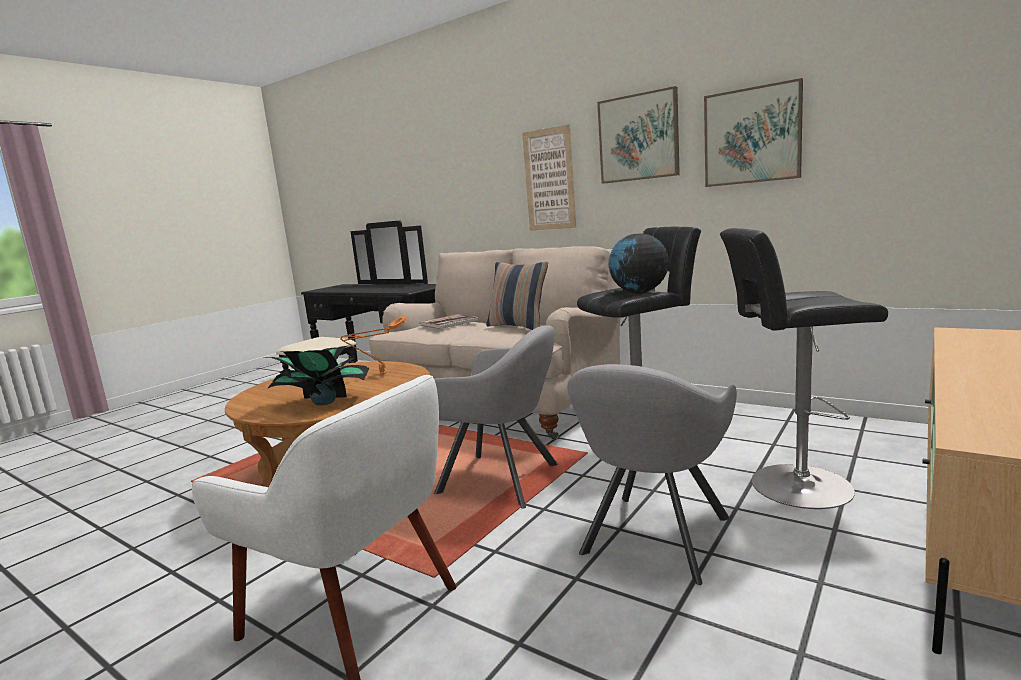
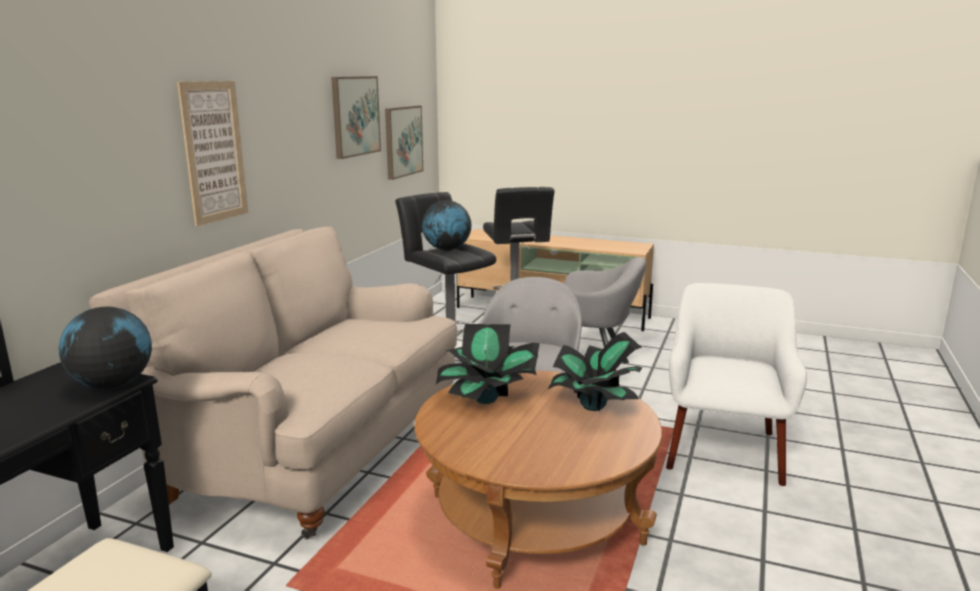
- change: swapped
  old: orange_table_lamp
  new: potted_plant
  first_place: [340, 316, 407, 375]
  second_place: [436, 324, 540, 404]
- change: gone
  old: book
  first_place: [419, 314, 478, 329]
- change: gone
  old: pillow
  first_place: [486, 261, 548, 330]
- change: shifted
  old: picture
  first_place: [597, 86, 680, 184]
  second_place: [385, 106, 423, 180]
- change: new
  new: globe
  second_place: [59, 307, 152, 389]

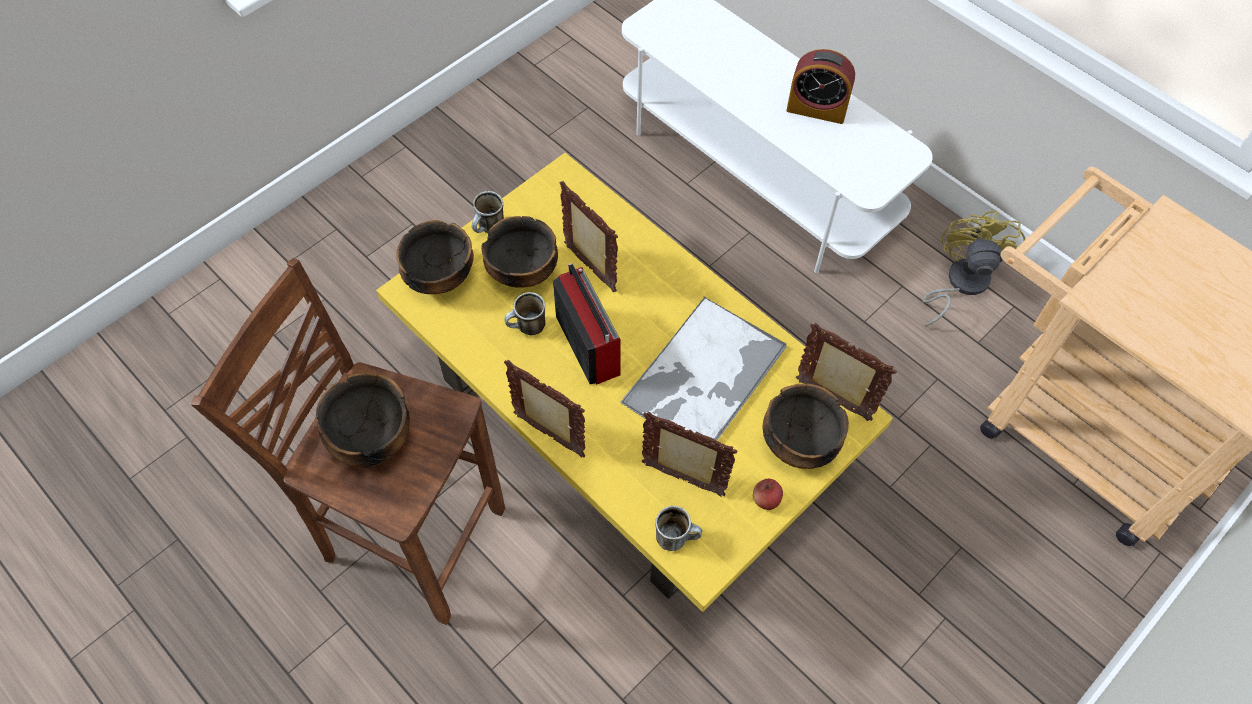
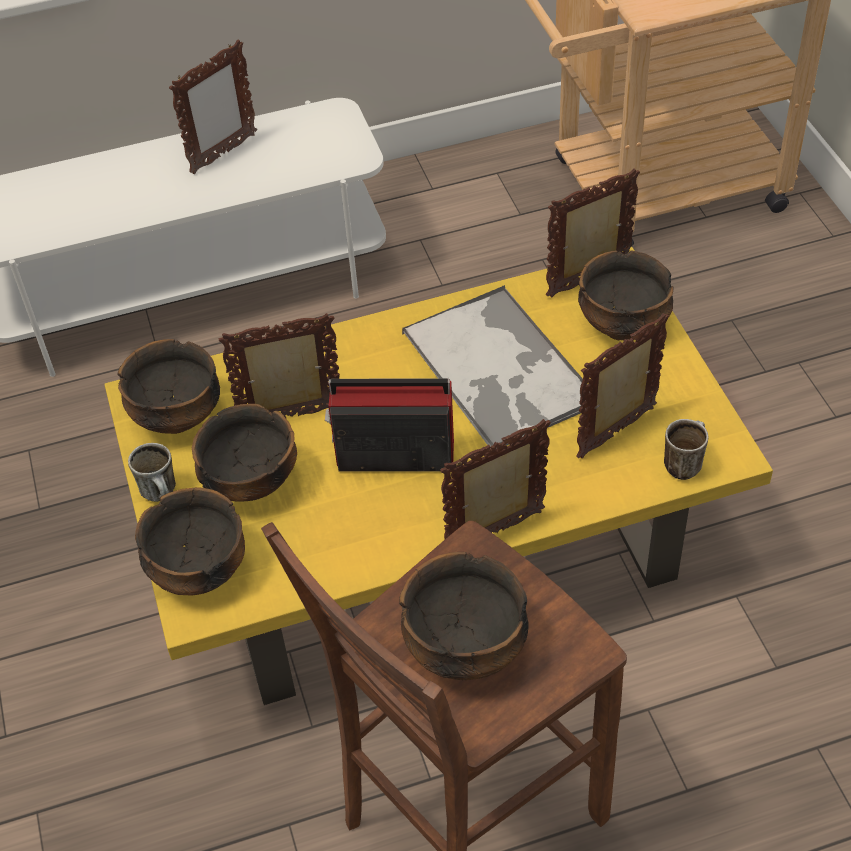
- change: gone
  old: mug
  first_place: [504, 292, 546, 336]
- change: gone
  old: apple
  first_place: [753, 479, 783, 510]
- change: swapped
  old: alarm_clock
  new: picture_frame
  first_place: [787, 49, 855, 124]
  second_place: [169, 40, 257, 174]
- change: gone
  old: yellow_fan
  first_place: [922, 211, 1025, 327]
- change: new
  new: bowl
  second_place: [117, 339, 220, 434]

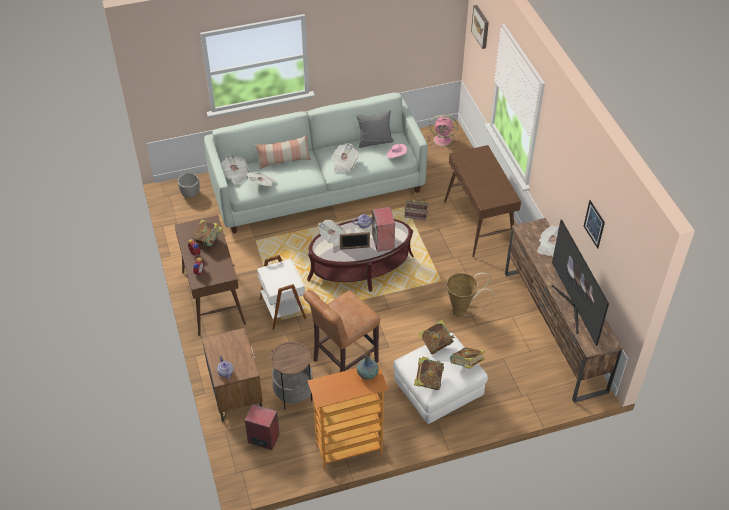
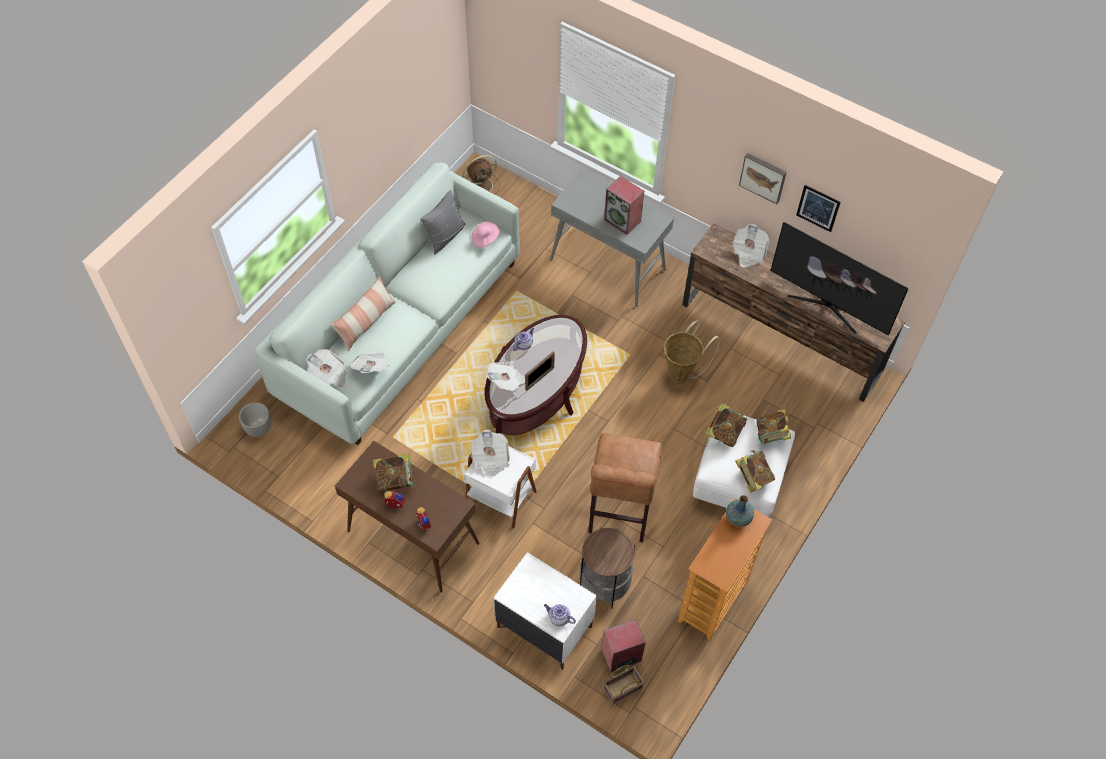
- change: repainted
  old: brown_nightstand
  new: white_nightstand
  first_place: [202, 328, 263, 422]
  second_place: [493, 552, 597, 670]
- change: shifted
  old: newspaper
  first_place: [332, 143, 359, 172]
  second_place: [471, 430, 510, 478]
- change: shifted
  old: speaker
  first_place: [372, 207, 395, 252]
  second_place: [604, 176, 644, 235]
- change: shifted
  old: basket
  first_place: [405, 193, 429, 220]
  second_place: [604, 665, 644, 704]
- change: repainted
  old: pink_fan
  new: brown_fan
  first_place: [429, 115, 458, 149]
  second_place: [462, 155, 499, 194]
- change: repainted
  old: brown_console_table
  new: grey_console_table
  first_place: [444, 145, 521, 257]
  second_place: [550, 171, 674, 307]
- change: shifted
  old: picture
  first_place: [471, 5, 489, 49]
  second_place: [739, 153, 787, 204]

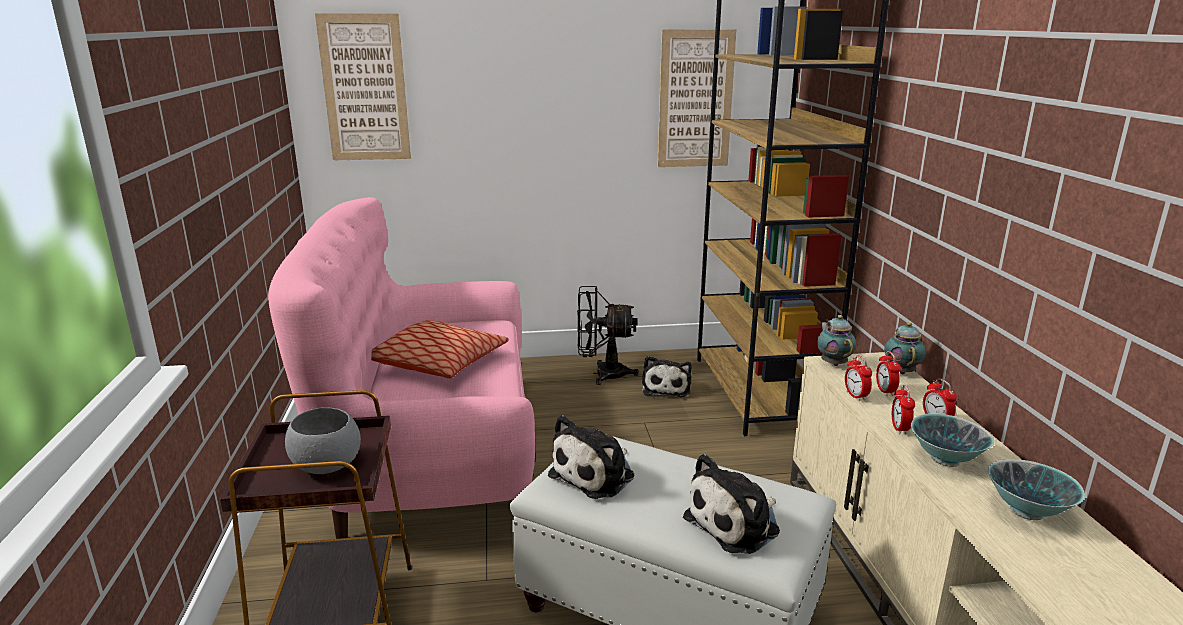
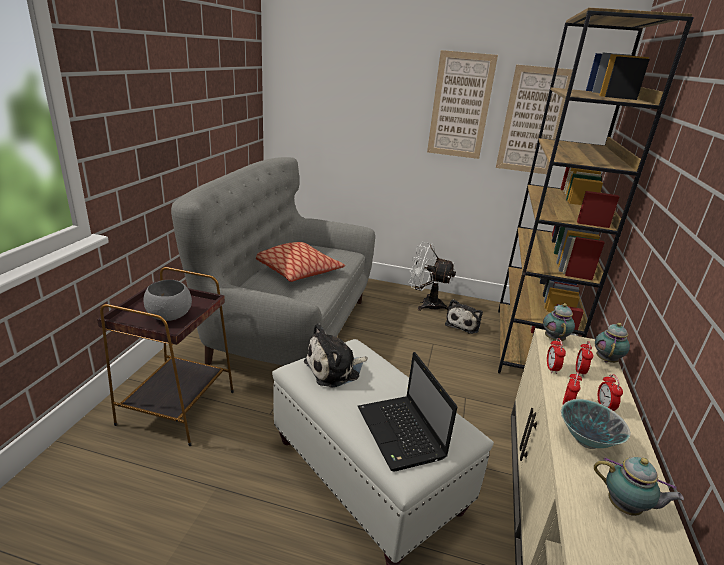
- change: repainted
  old: pink_sofa
  new: grey_sofa
  first_place: [268, 197, 535, 539]
  second_place: [171, 157, 375, 366]
- change: shifted
  old: picture
  first_place: [315, 13, 411, 160]
  second_place: [427, 50, 498, 159]
- change: repainted
  old: black_fan
  new: white_fan
  first_place: [577, 286, 639, 385]
  second_place: [409, 242, 456, 311]
- change: swapped
  old: plush_toy
  new: laptop
  first_place: [683, 454, 780, 554]
  second_place: [358, 352, 457, 472]
- change: swapped
  old: bowl
  new: teapot
  first_place: [988, 459, 1085, 520]
  second_place: [594, 457, 684, 516]

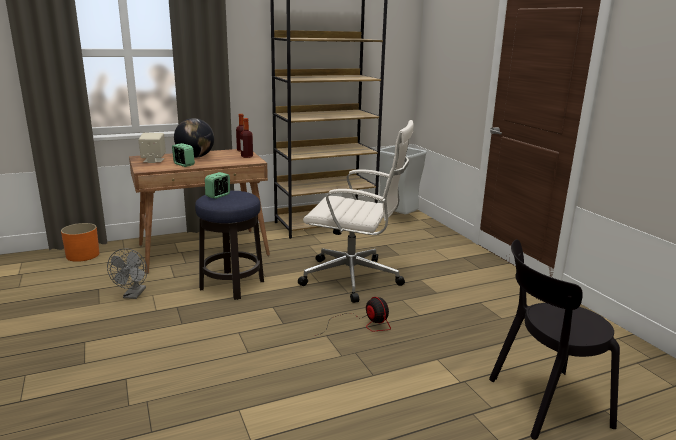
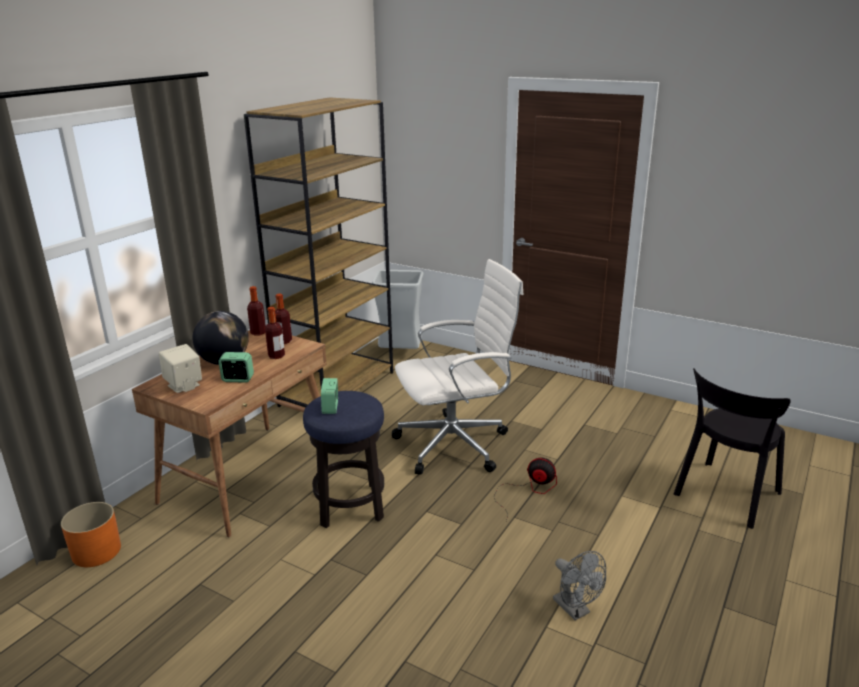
- change: shifted
  old: grey_fan
  first_place: [107, 248, 148, 299]
  second_place: [553, 551, 606, 620]
- change: new
  new: bottle
  second_place: [265, 307, 285, 359]

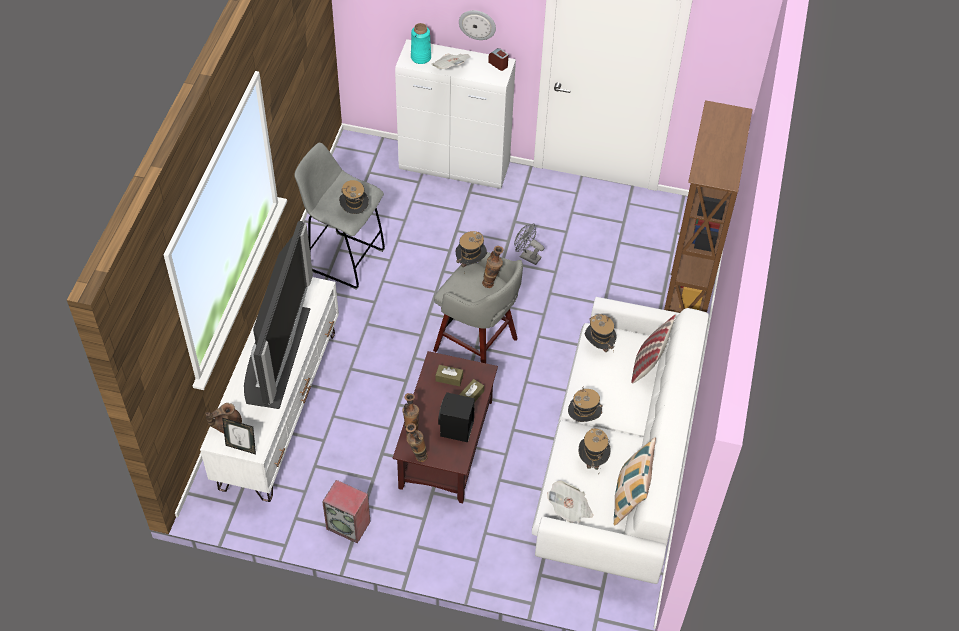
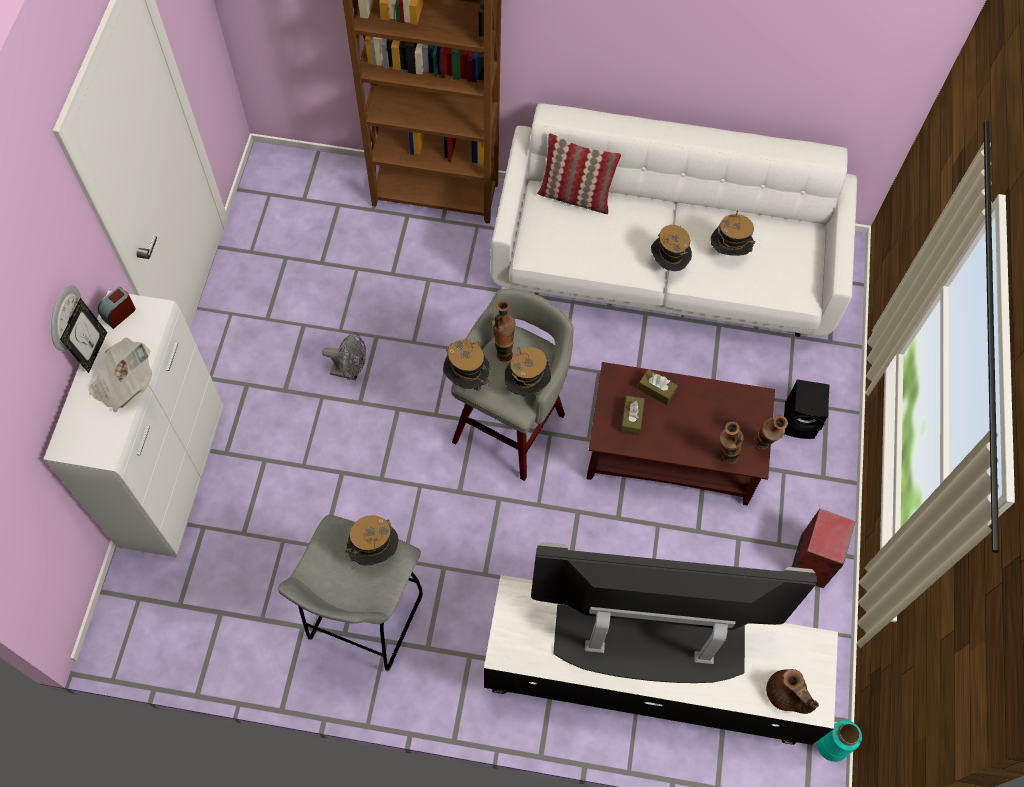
- change: shifted
  old: picture_frame
  first_place: [222, 418, 256, 454]
  second_place: [60, 298, 107, 373]
- change: shifted
  old: turquoise_vase
  first_place: [411, 23, 431, 64]
  second_place: [817, 720, 862, 762]
- change: shifted
  old: black_speaker
  first_place: [438, 392, 475, 442]
  second_place: [784, 380, 830, 439]
- change: rotated
  old: grey_fan
  first_place: [514, 223, 544, 265]
  second_place: [322, 332, 366, 381]
  degrees: -105
- change: gone
  old: newspaper
  first_place: [547, 481, 593, 523]
- change: shifted
  old: hat
  first_place: [585, 314, 617, 352]
  second_place: [505, 347, 551, 396]
- change: gone
  old: pillow
  first_place: [614, 437, 656, 525]

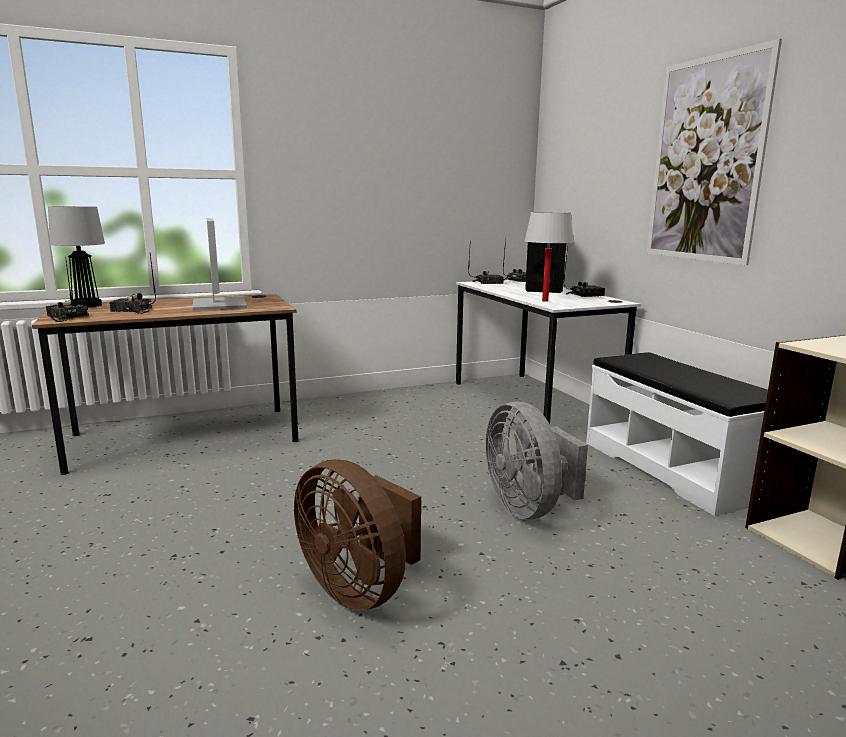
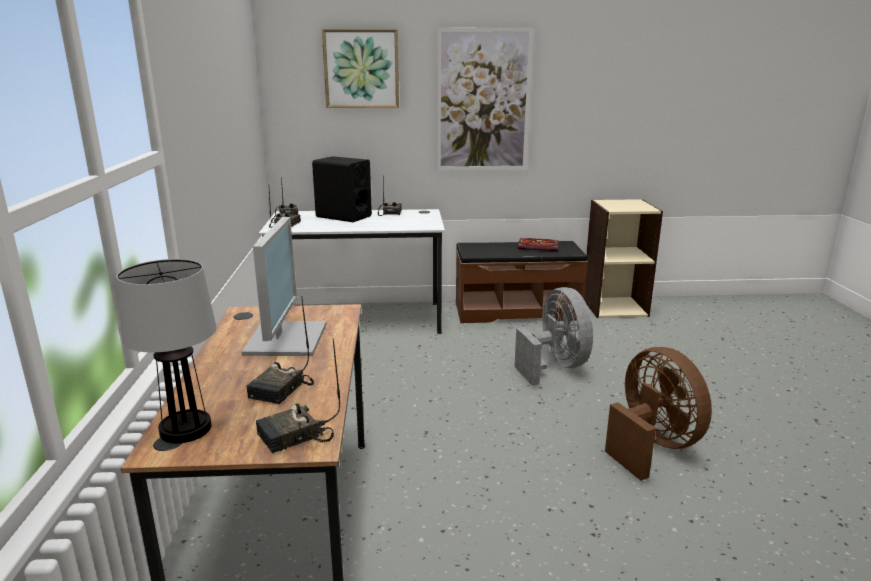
- change: rotated
  old: monitor
  first_place: [193, 218, 247, 311]
  second_place: [241, 217, 327, 356]
  degrees: 90
- change: rotated
  old: brown_fan
  first_place: [294, 459, 421, 611]
  second_place: [605, 347, 712, 481]
  degrees: -90
- change: rotated
  old: grey_fan
  first_place: [485, 401, 588, 519]
  second_place: [514, 287, 593, 386]
  degrees: -105
- change: gone
  old: white_table_lamp
  first_place: [525, 212, 574, 302]
- change: repainted
  old: white_bench
  new: brown_bench
  first_place: [586, 352, 768, 516]
  second_place: [456, 241, 588, 323]
- change: new
  new: picture
  second_place: [322, 29, 399, 108]
- change: new
  new: book
  second_place: [518, 238, 559, 251]

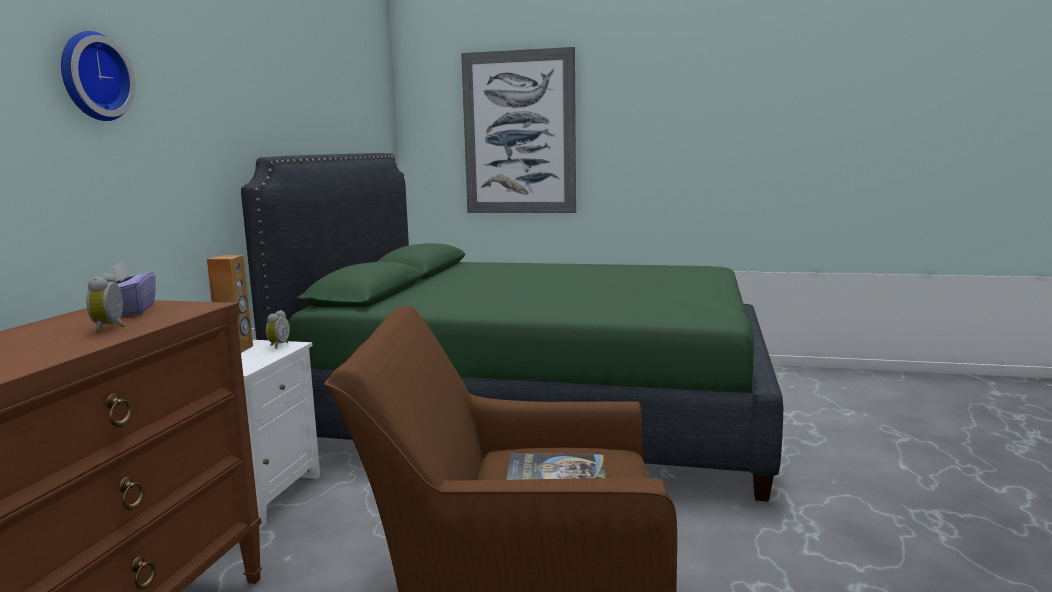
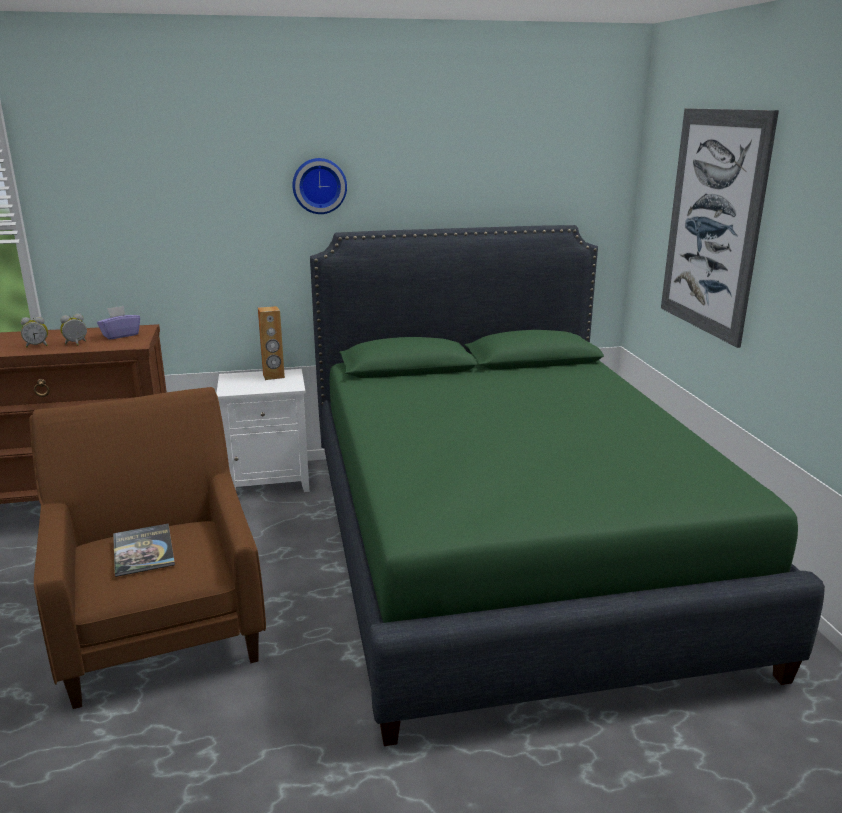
- change: shifted
  old: wall_clock
  first_place: [61, 31, 136, 121]
  second_place: [293, 158, 347, 214]
- change: shifted
  old: alarm_clock
  first_place: [266, 310, 290, 349]
  second_place: [21, 316, 48, 348]

